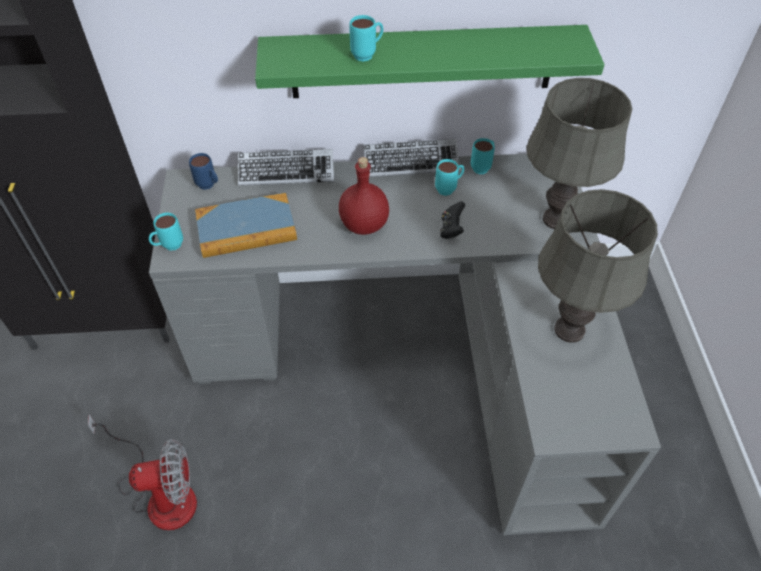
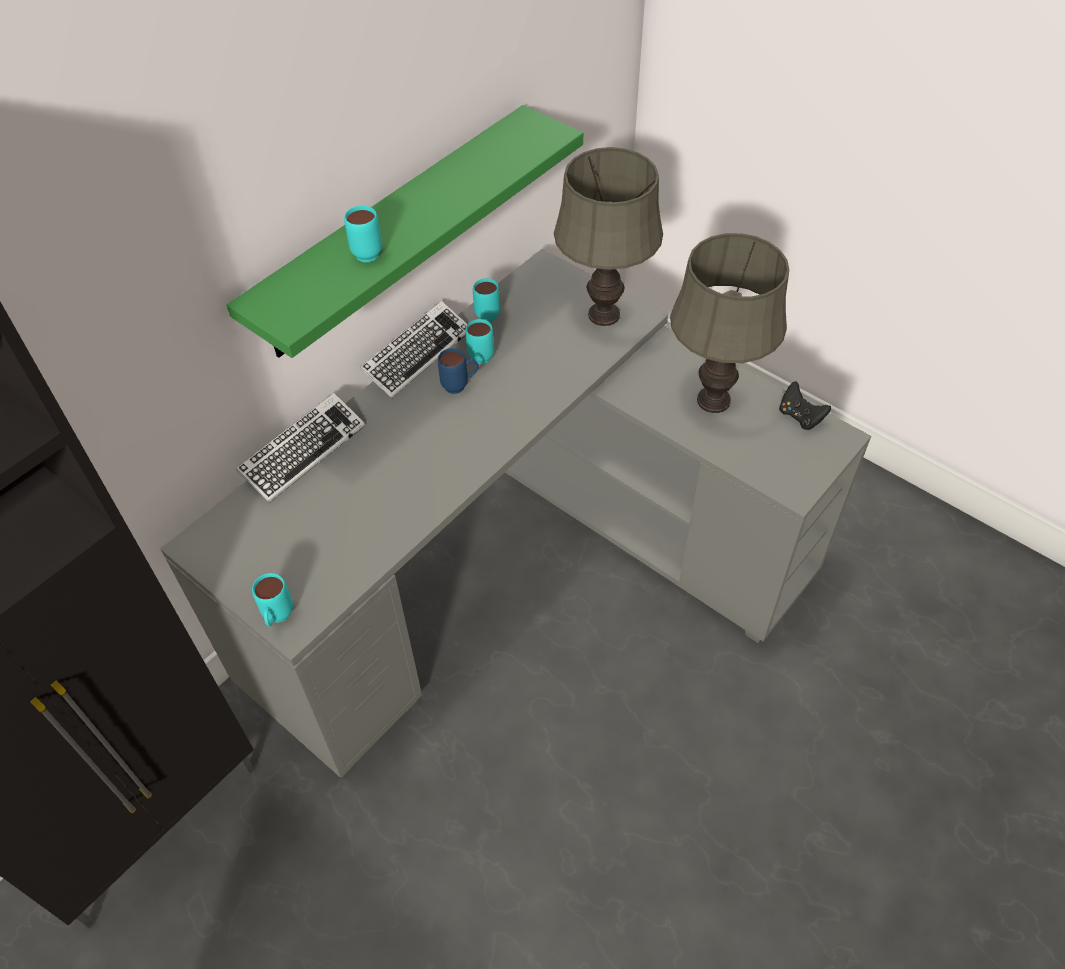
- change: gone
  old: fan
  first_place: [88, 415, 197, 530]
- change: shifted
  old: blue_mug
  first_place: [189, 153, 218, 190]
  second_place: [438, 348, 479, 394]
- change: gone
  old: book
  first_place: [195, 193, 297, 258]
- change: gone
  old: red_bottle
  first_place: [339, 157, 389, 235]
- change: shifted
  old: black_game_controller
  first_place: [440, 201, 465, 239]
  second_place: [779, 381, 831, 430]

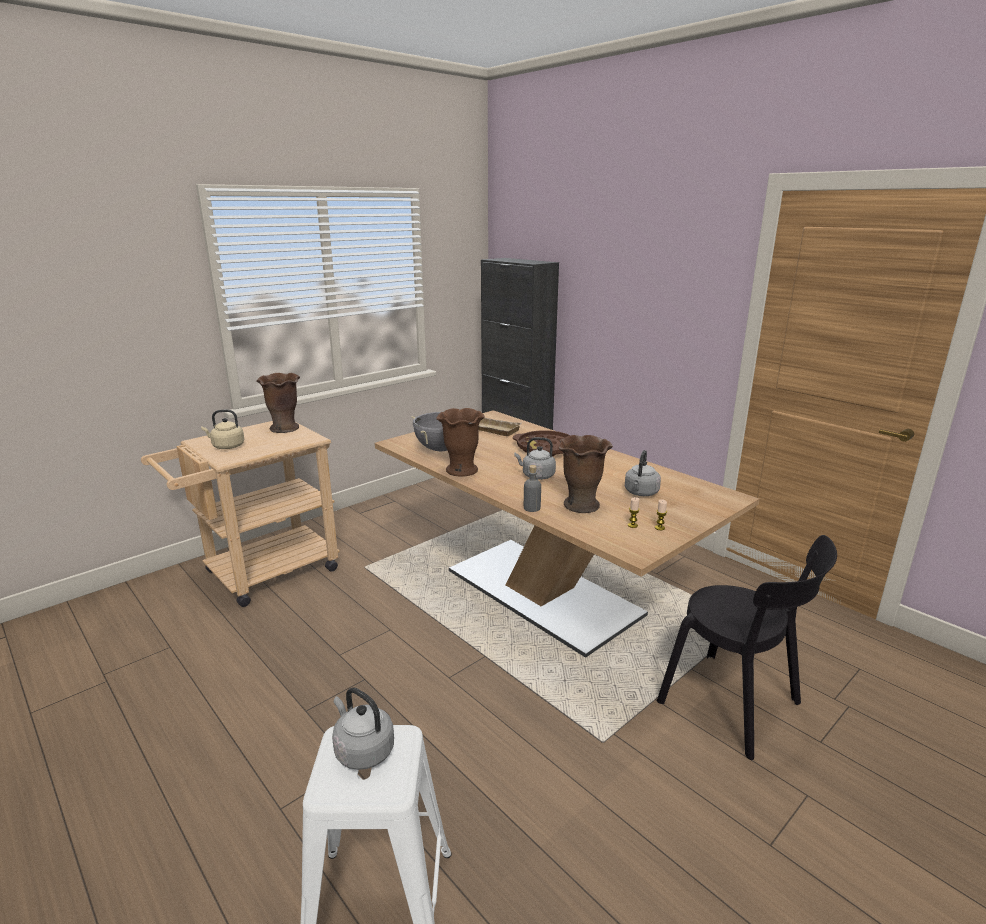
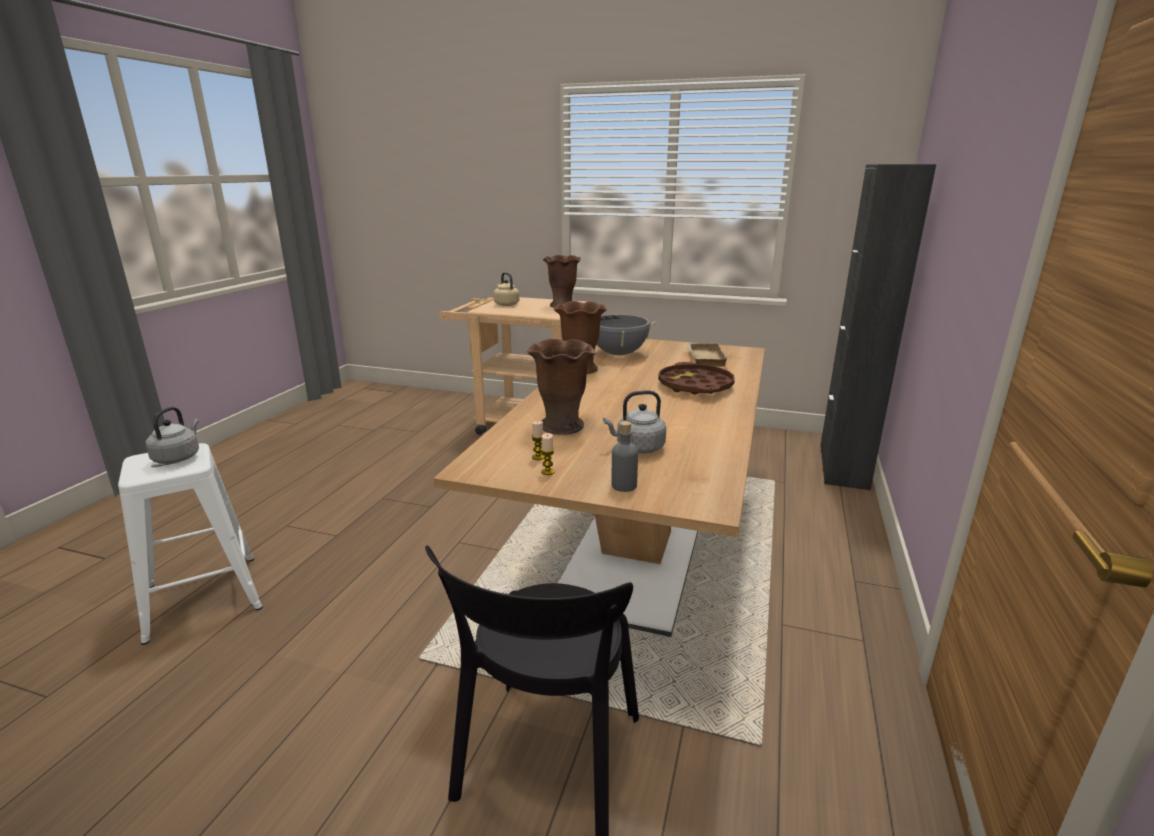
- change: gone
  old: grey_kettle
  first_place: [514, 437, 556, 480]
- change: shifted
  old: grey_bottle
  first_place: [524, 465, 541, 512]
  second_place: [611, 421, 638, 492]

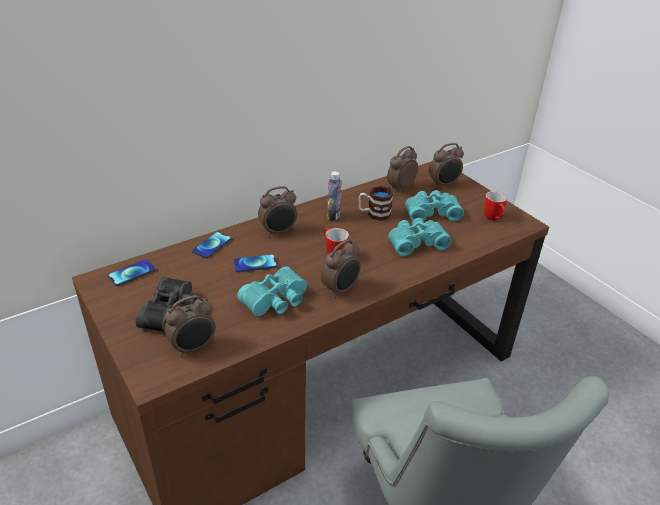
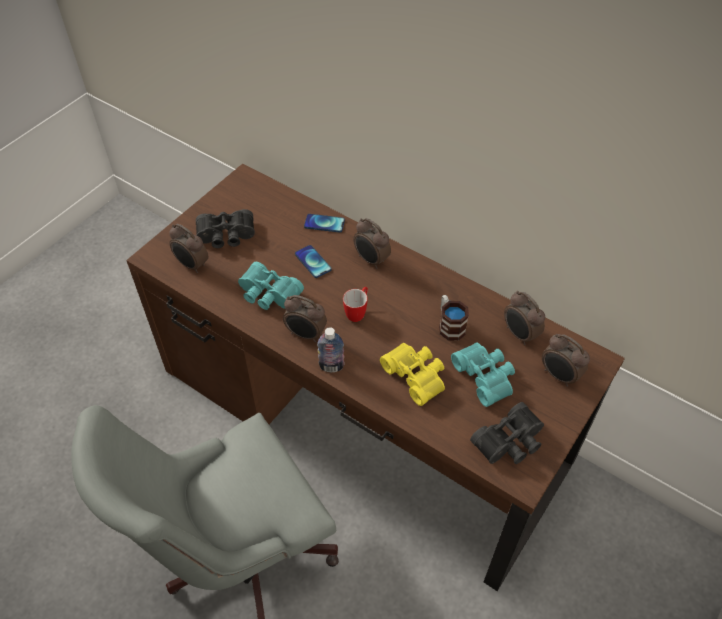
- change: gone
  old: phone
  first_place: [108, 259, 156, 286]
- change: shifted
  old: bottle
  first_place: [327, 171, 342, 221]
  second_place: [317, 327, 345, 372]
- change: rotated
  old: alarm_clock
  first_place: [387, 146, 418, 193]
  second_place: [504, 291, 545, 345]
  degrees: -150
- change: repainted
  old: turquoise_binoculars
  new: yellow_binoculars
  first_place: [388, 218, 452, 256]
  second_place: [380, 343, 445, 406]
- change: swapped
  old: mug
  new: black_binoculars
  first_place: [484, 191, 507, 221]
  second_place: [470, 402, 544, 464]

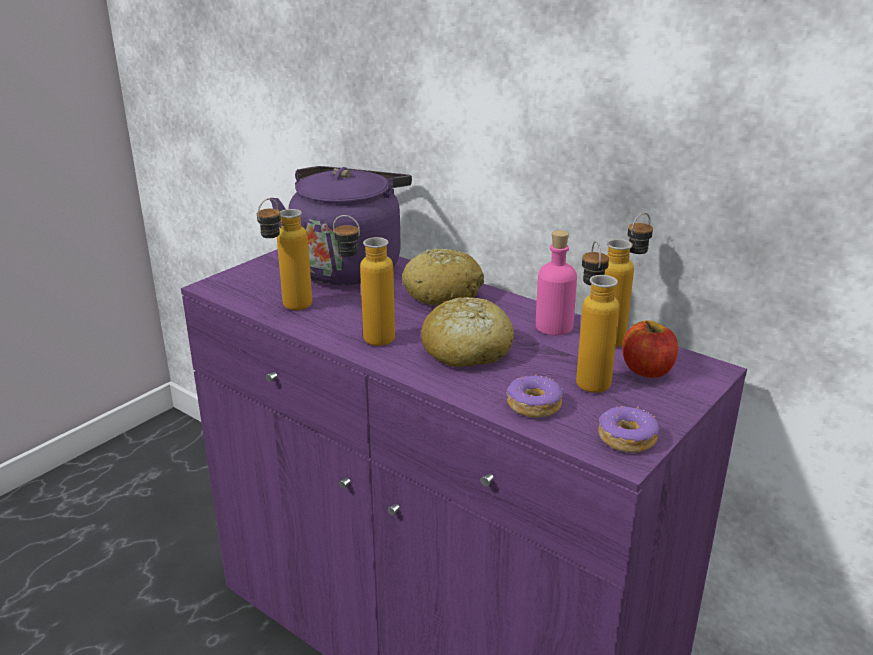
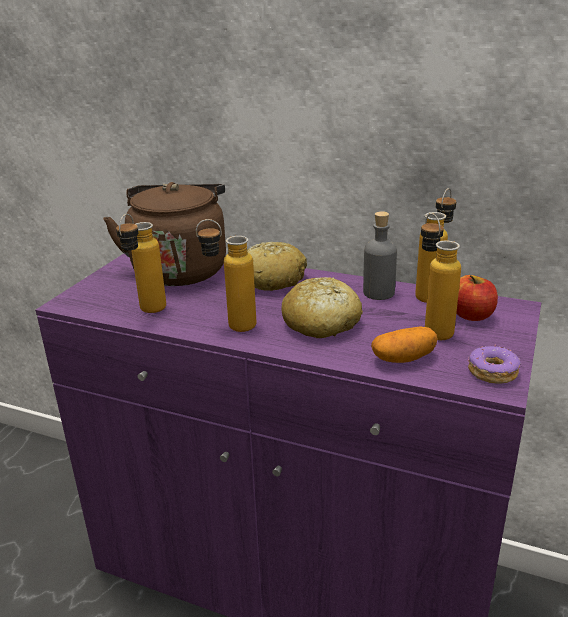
- change: repainted
  old: purple_kettle
  new: brown_kettle
  first_place: [270, 166, 412, 285]
  second_place: [103, 182, 226, 286]
- change: swapped
  old: donut
  new: potato
  first_place: [506, 374, 563, 418]
  second_place: [371, 326, 437, 363]
- change: repainted
  old: pink_bottle
  new: grey_bottle
  first_place: [536, 230, 577, 335]
  second_place: [363, 211, 397, 300]

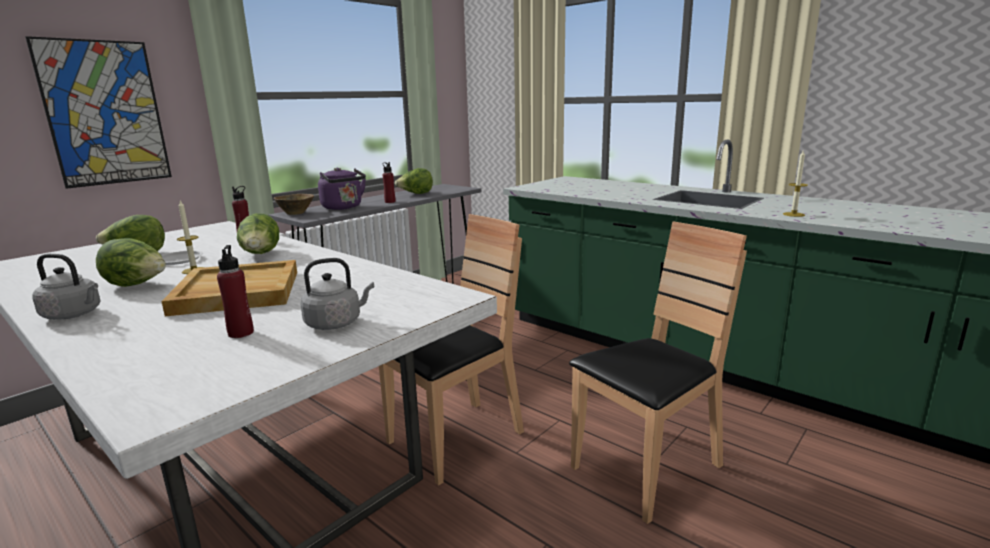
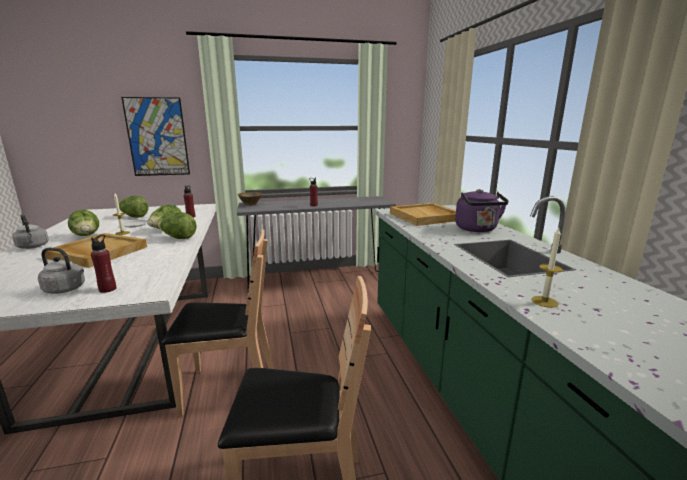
- change: shifted
  old: red_bottle
  first_place: [217, 245, 254, 338]
  second_place: [91, 234, 116, 293]
- change: shifted
  old: purple_kettle
  first_place: [318, 168, 366, 210]
  second_place: [455, 189, 509, 232]
- change: shifted
  old: lettuce
  first_place: [395, 168, 433, 194]
  second_place: [157, 212, 196, 239]
- change: new
  new: beige_tray
  second_place: [390, 203, 456, 226]

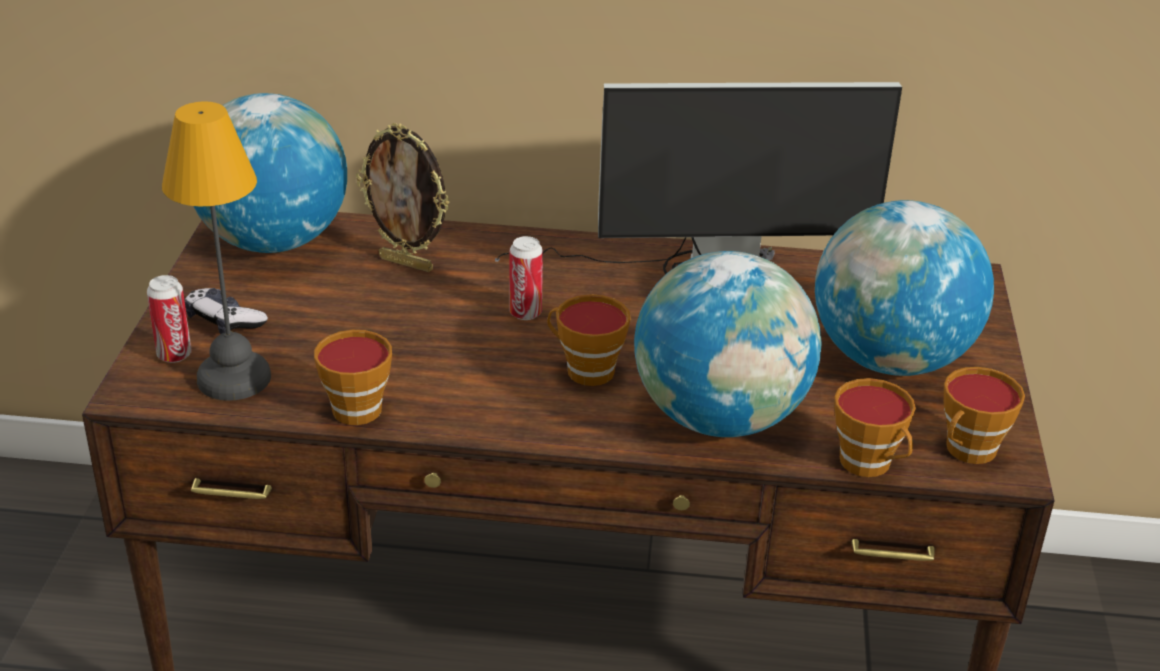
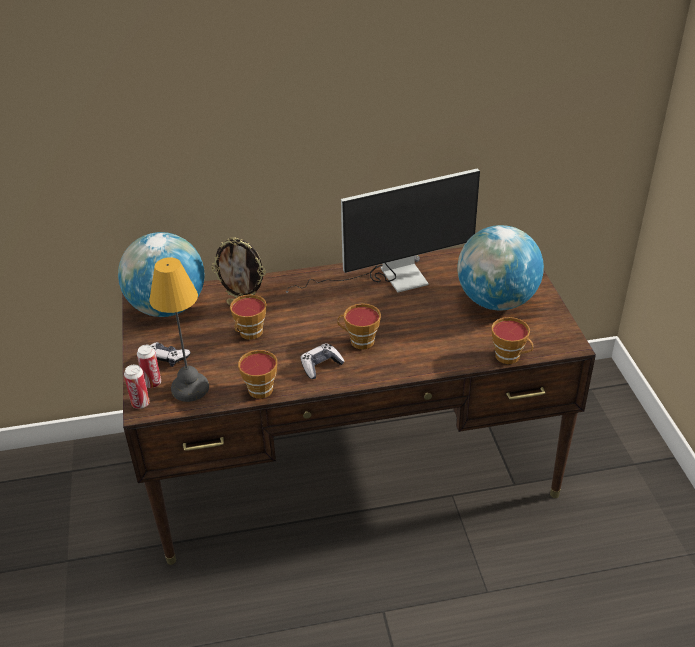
- change: shifted
  old: can
  first_place: [510, 236, 543, 320]
  second_place: [124, 364, 150, 409]
- change: gone
  old: globe
  first_place: [634, 251, 821, 437]
- change: shifted
  old: cup
  first_place: [944, 367, 1025, 464]
  second_place: [230, 294, 267, 340]
- change: new
  new: game_controller
  second_place: [301, 343, 345, 379]

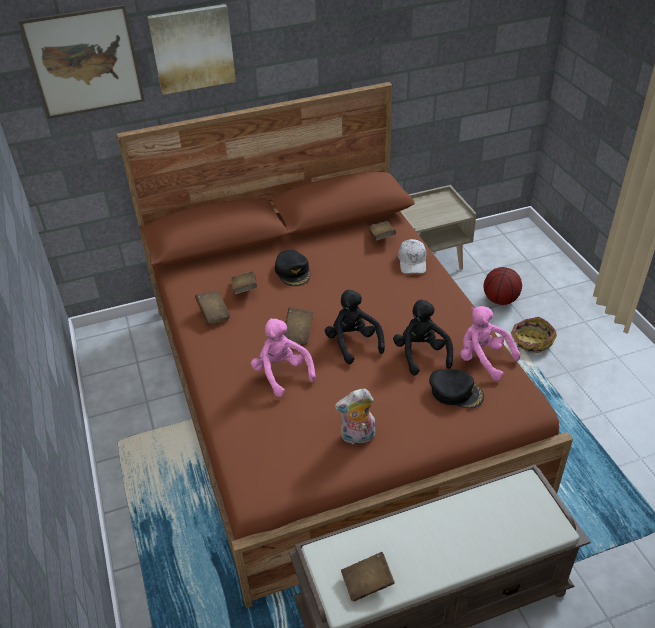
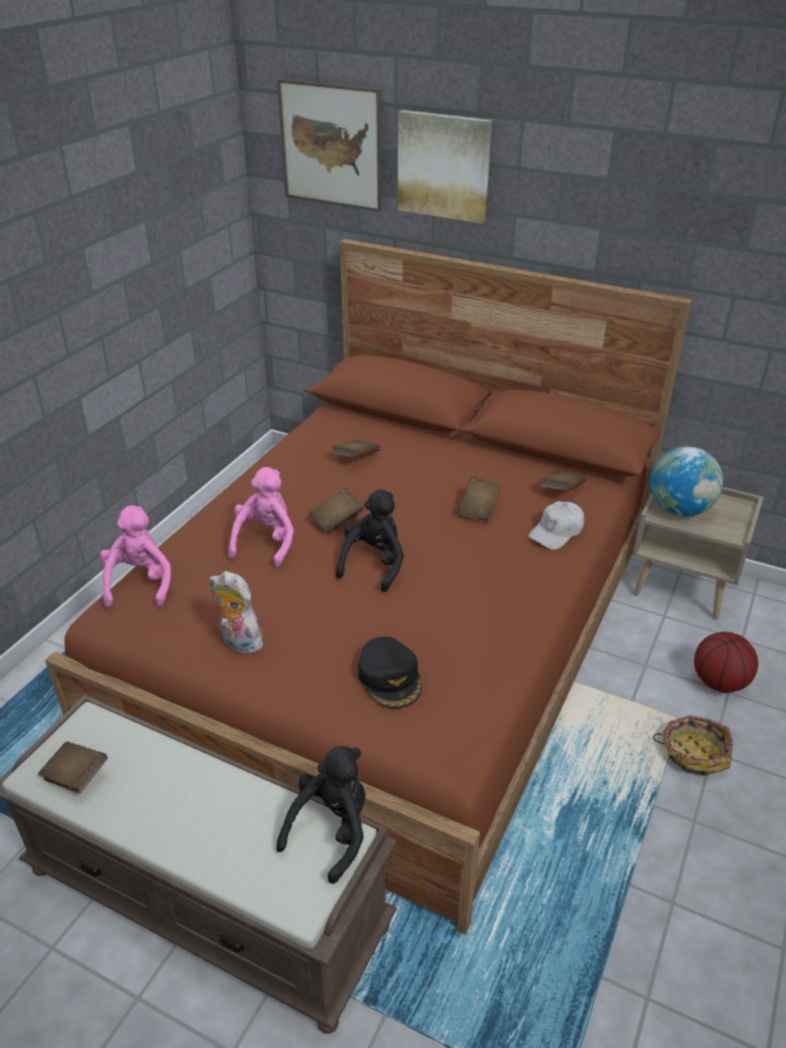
- change: shifted
  old: brown_book
  first_place: [195, 290, 230, 324]
  second_place: [457, 476, 502, 523]
- change: gone
  old: black_cap
  first_place: [275, 250, 310, 286]
- change: shifted
  old: black_plush_toy
  first_place: [393, 299, 453, 375]
  second_place: [276, 746, 366, 884]
- change: shifted
  old: pink_plush_toy
  first_place: [460, 306, 521, 381]
  second_place: [100, 505, 171, 607]
- change: new
  new: globe
  second_place: [650, 446, 723, 517]

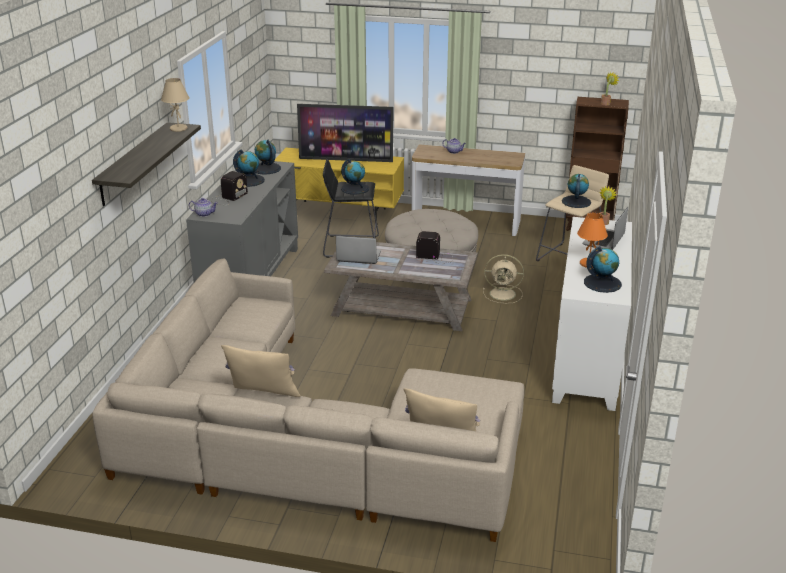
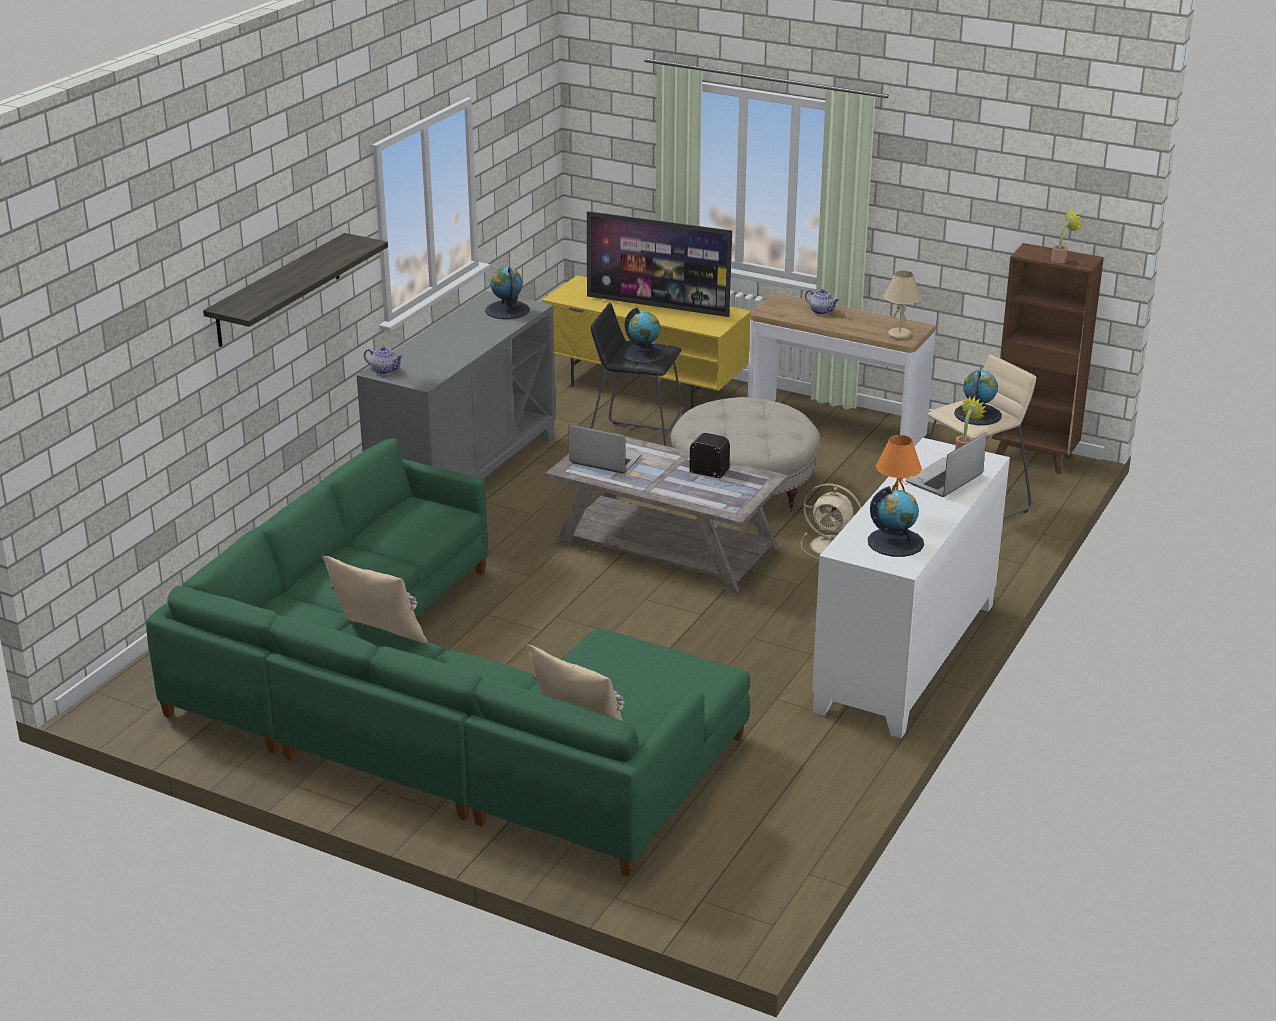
- change: repainted
  old: beige_sofa
  new: green_sofa
  first_place: [92, 258, 524, 542]
  second_place: [146, 438, 750, 877]
- change: shifted
  old: beige_table_lamp
  first_place: [161, 78, 190, 132]
  second_place: [884, 271, 921, 339]
- change: gone
  old: radio
  first_place: [211, 171, 248, 205]
- change: gone
  old: globe
  first_place: [233, 149, 265, 187]

